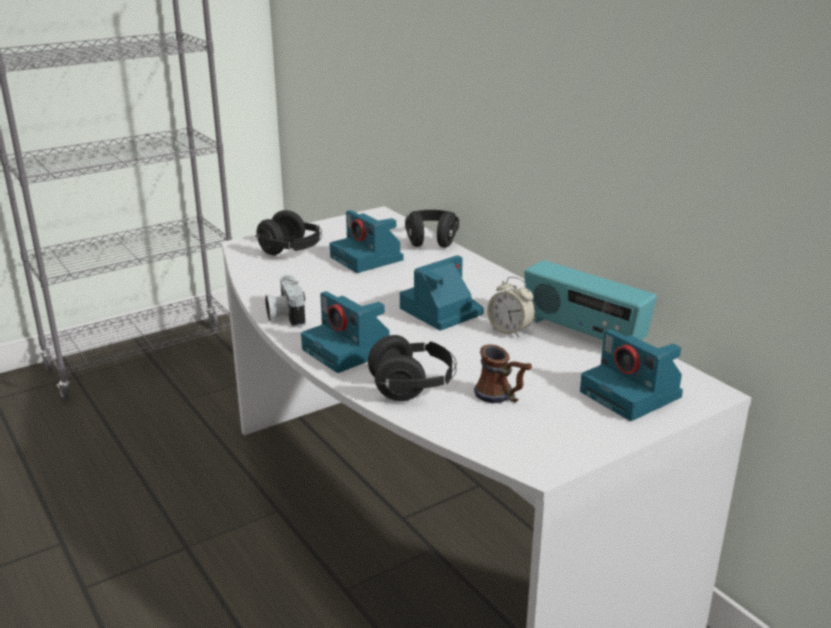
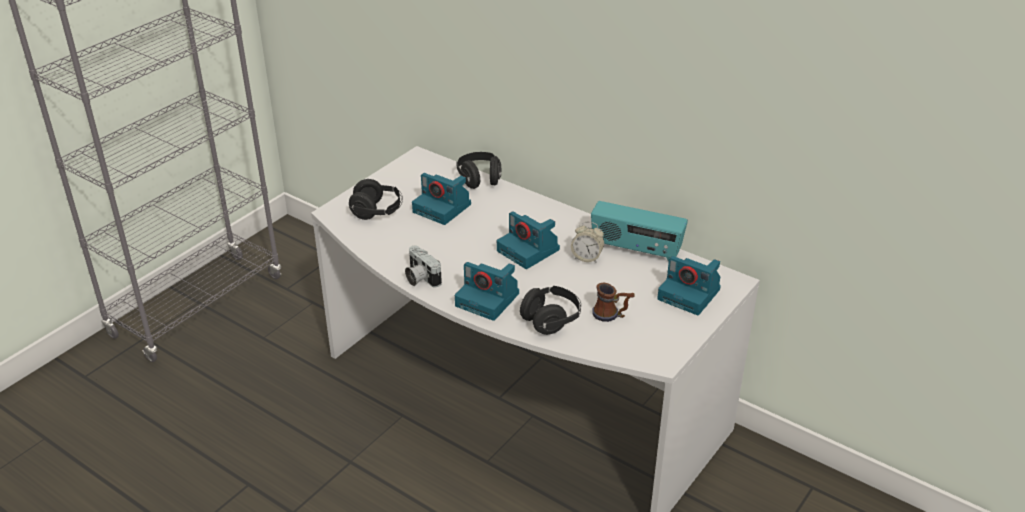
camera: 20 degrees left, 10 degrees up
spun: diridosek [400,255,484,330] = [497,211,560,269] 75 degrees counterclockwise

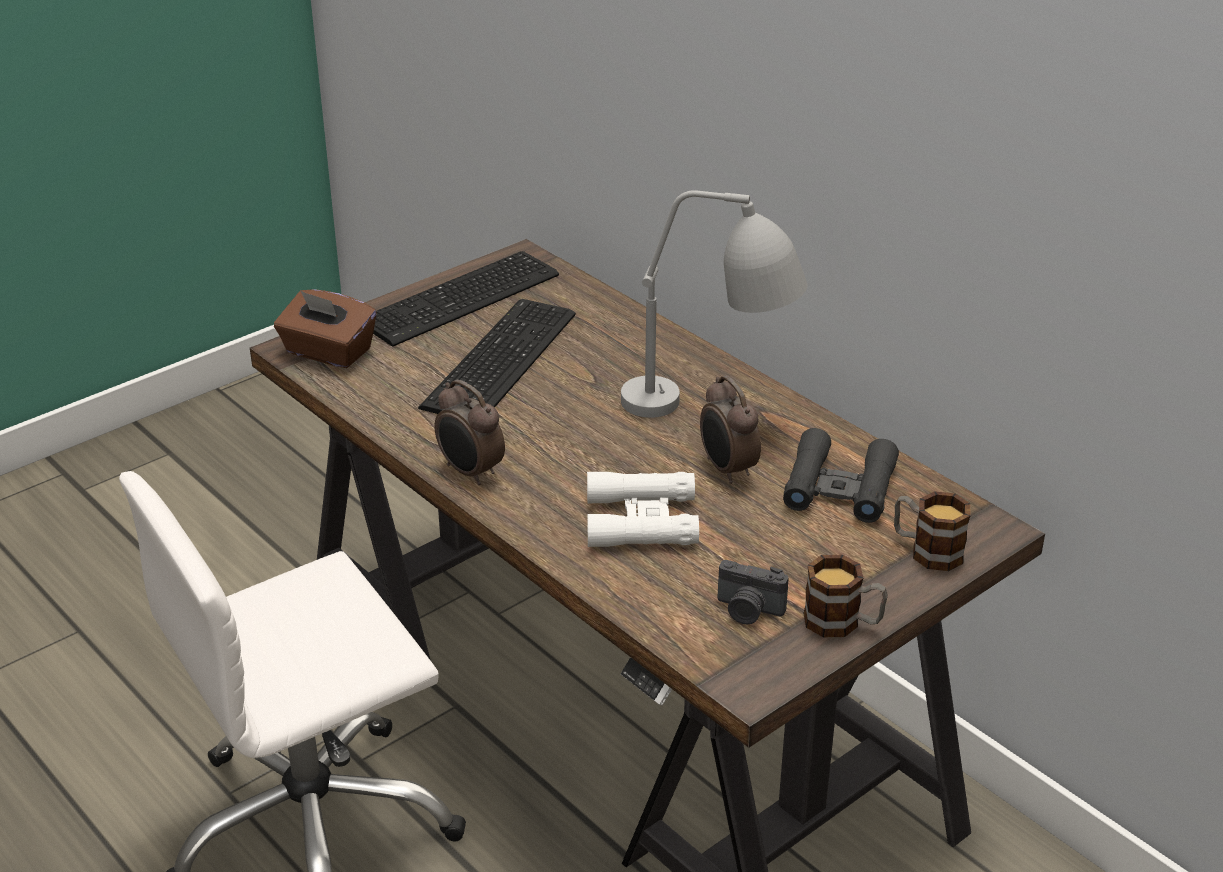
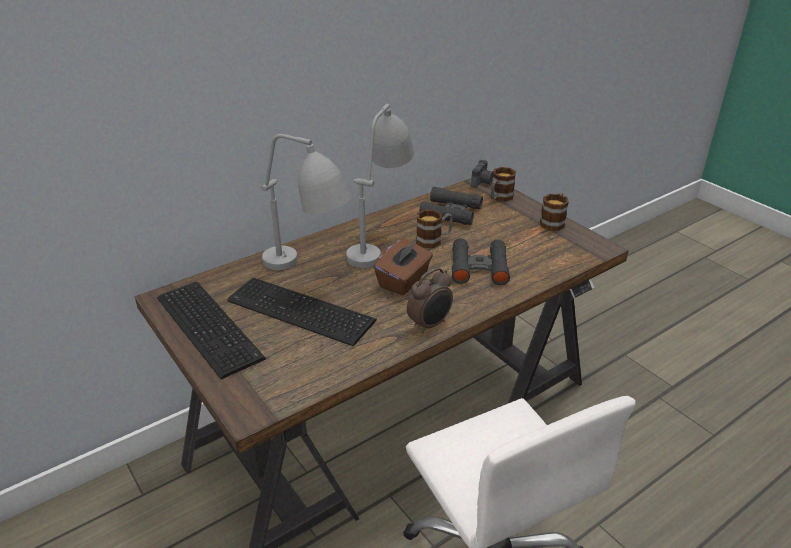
camera: 85 degrees left, 0 degrees up
appeared: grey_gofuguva [261,134,351,270]
relocated: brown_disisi [274,289,377,368] to [374,238,433,295]; diridosek [718,560,789,625] to [471,160,493,188]
exchanged: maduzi [700,376,761,484] to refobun [416,210,453,248]
colour: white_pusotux [587,472,699,547] to black_pusotux [452,238,510,285]

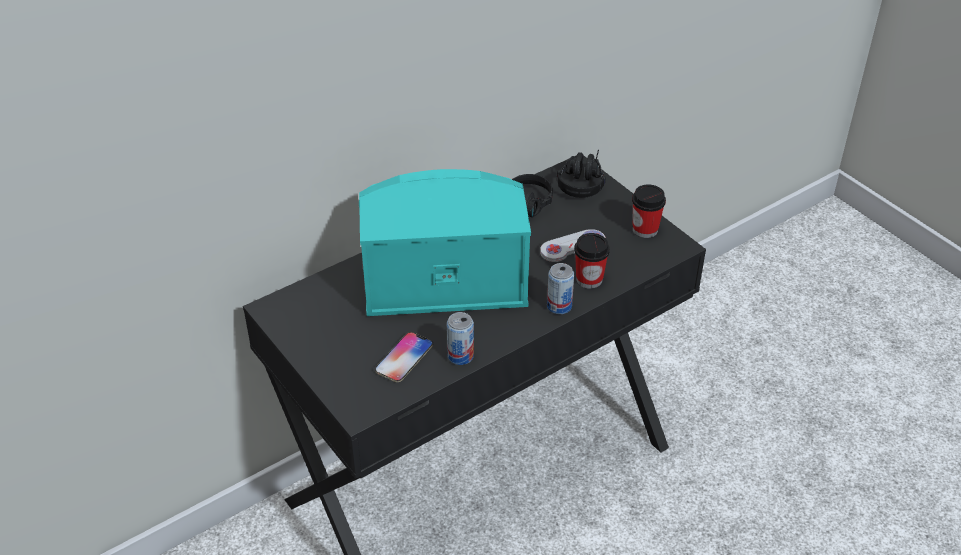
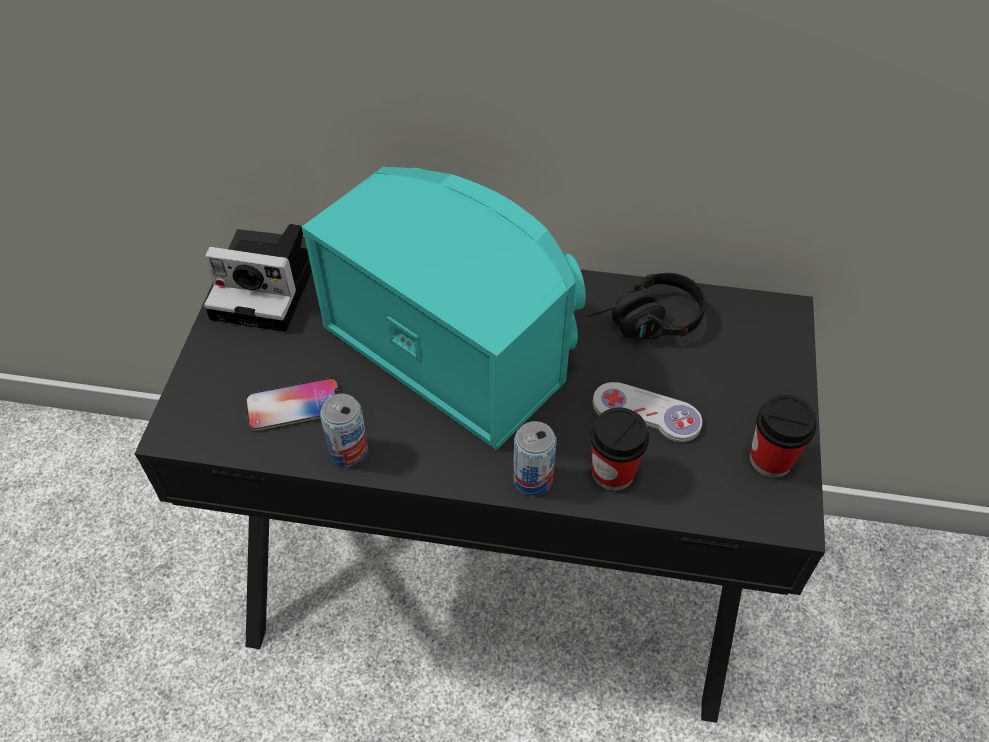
camera: 45 degrees right, 10 degrees up
missing: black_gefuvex [557,150,606,198]
appeared: diridosek [204,224,312,332]

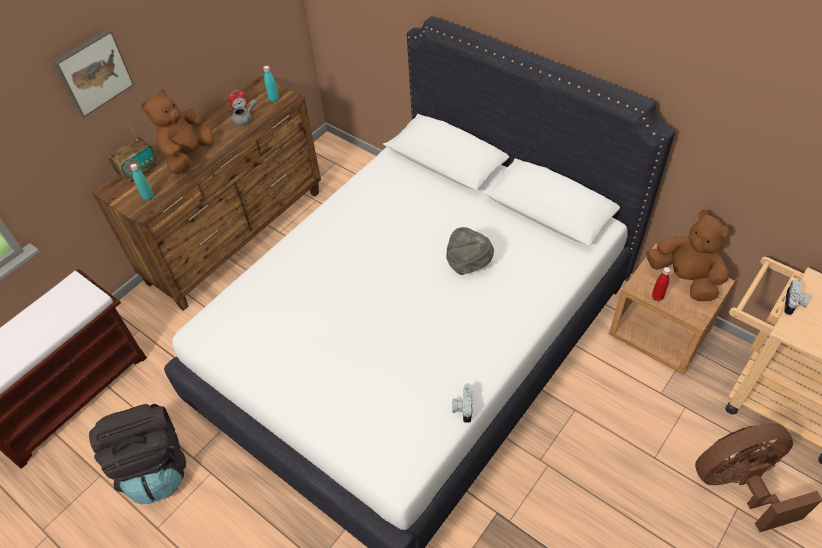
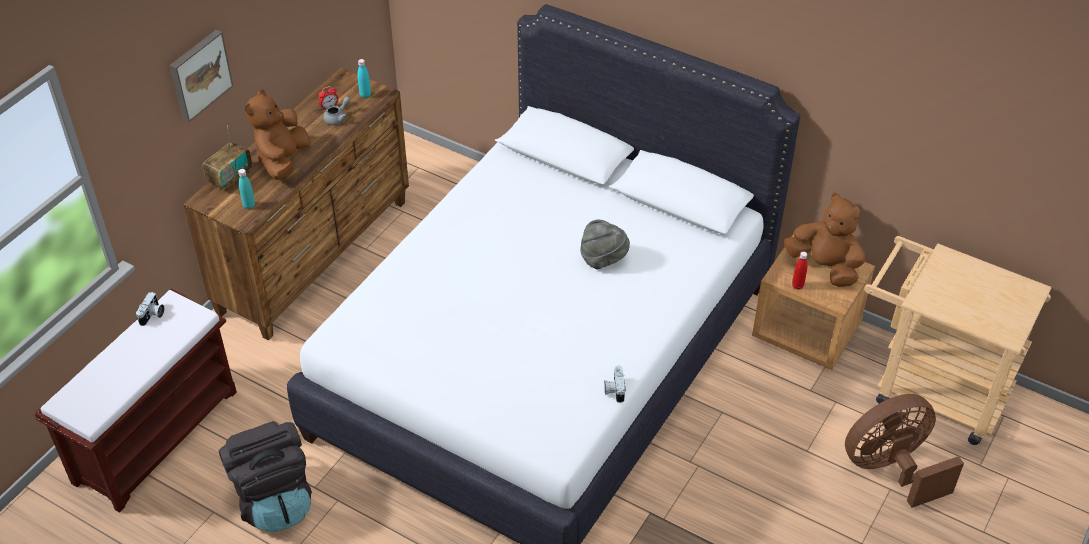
camera: 10 degrees left, 5 degrees down
relocated: diridosek [784,280,810,315] to [136,292,164,326]

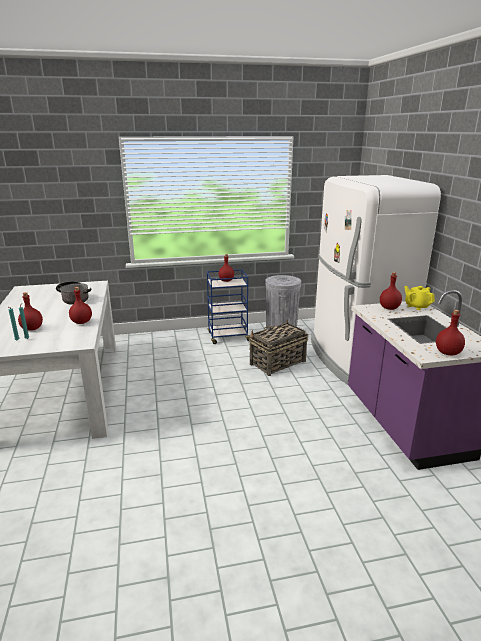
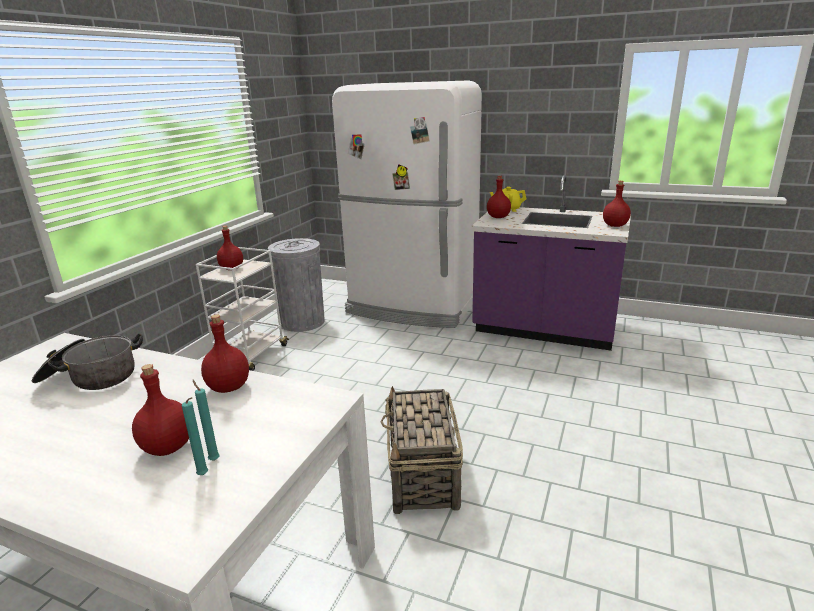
camera: 55 degrees left, 0 degrees up
relocated: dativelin [249,319,308,376] to [380,386,463,514]
colour: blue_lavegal [207,269,250,344] to white_lavegal [196,247,289,371]

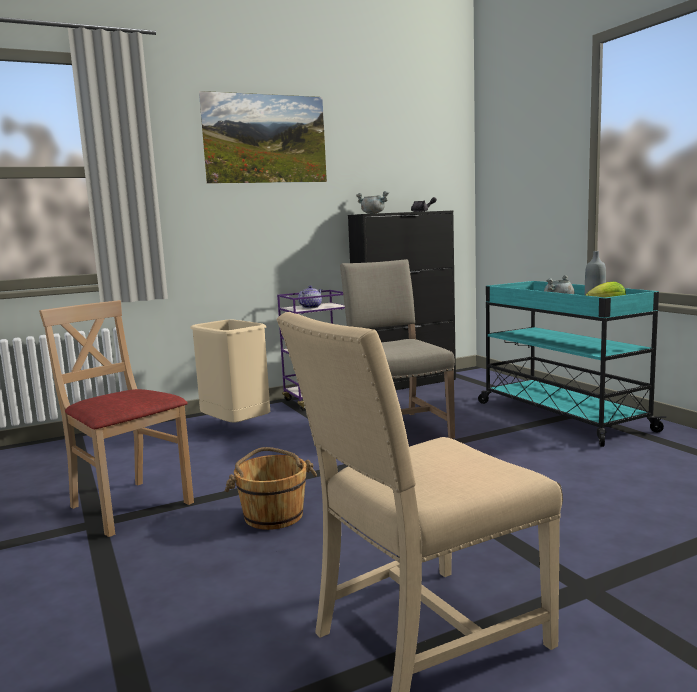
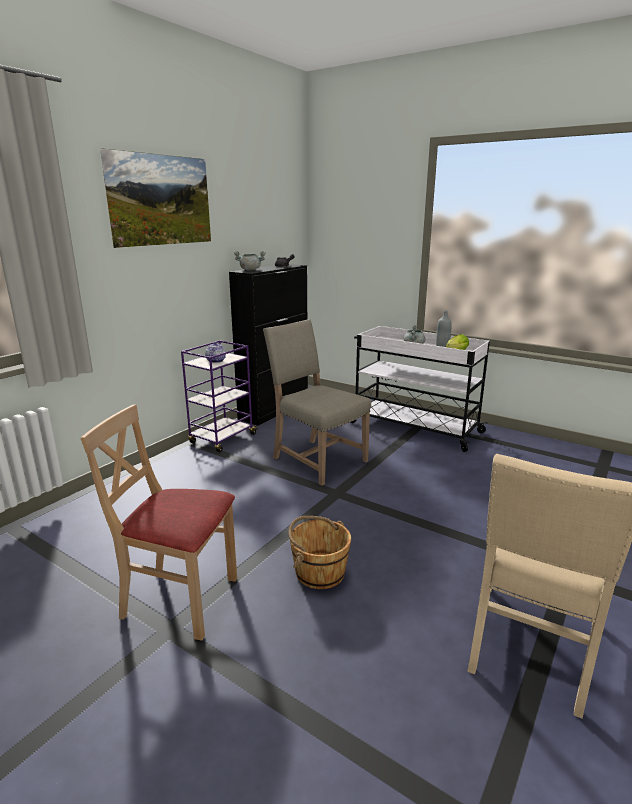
camera: 30 degrees left, 10 degrees up
missing: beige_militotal [190,320,270,423]
colour: turquoise_lavegal [478,281,667,447] to white_lavegal [350,326,490,452]

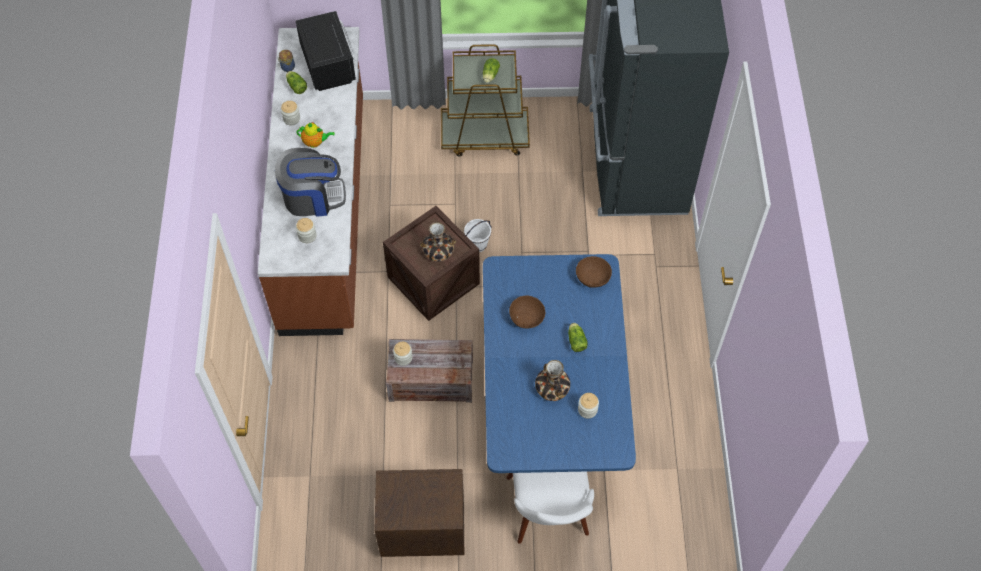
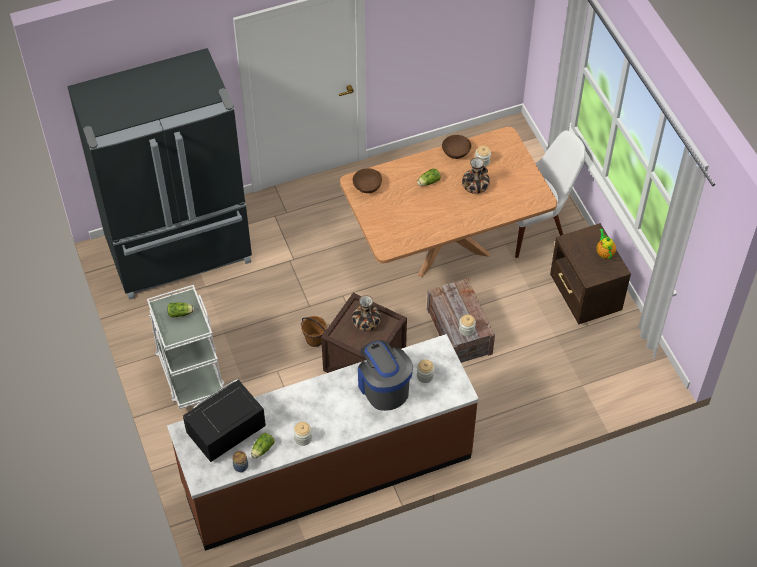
camera: 110 degrees left, 5 degrees down
relocated: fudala [296,122,335,148] to [596,229,616,259]; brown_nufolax [509,296,545,328] to [442,135,471,159]
colour: brown_lavegal [441,44,530,156] to white_lavegal [147,285,224,409]; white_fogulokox [464,219,492,252] to brown_fogulokox [301,316,327,347]; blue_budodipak [483,254,636,473] to brown_budodipak [340,127,557,277]

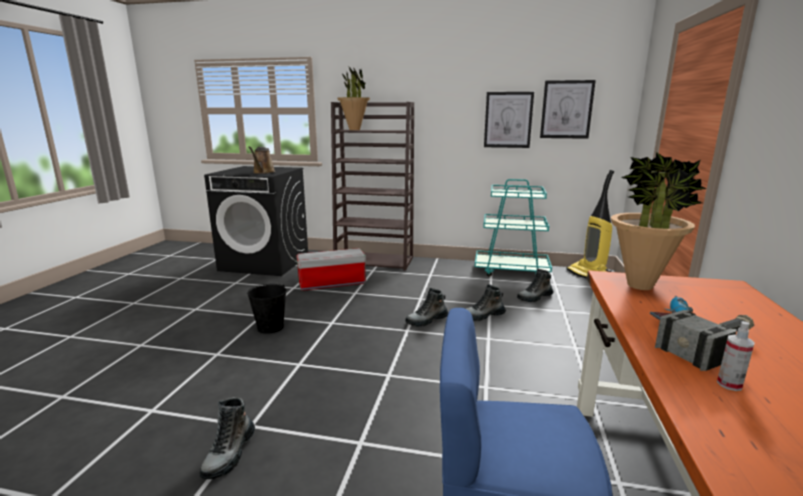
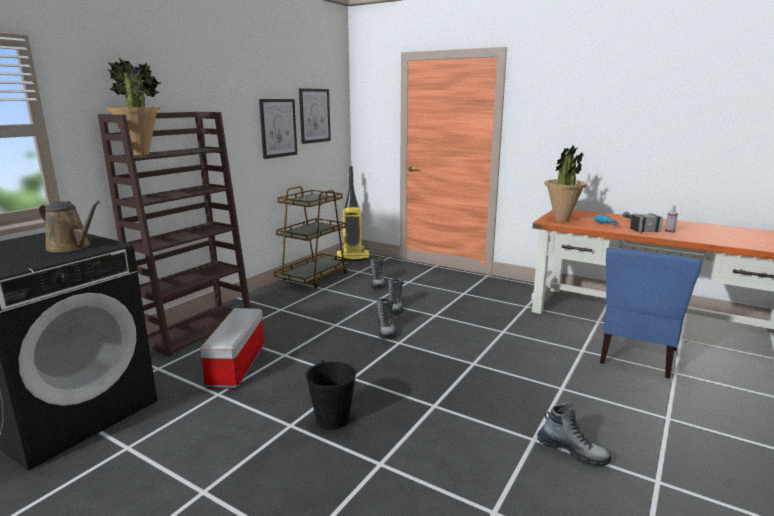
camera: 70 degrees left, 0 degrees up
colour: turquoise_lavegal [475,179,552,277] to brown_lavegal [274,186,351,288]

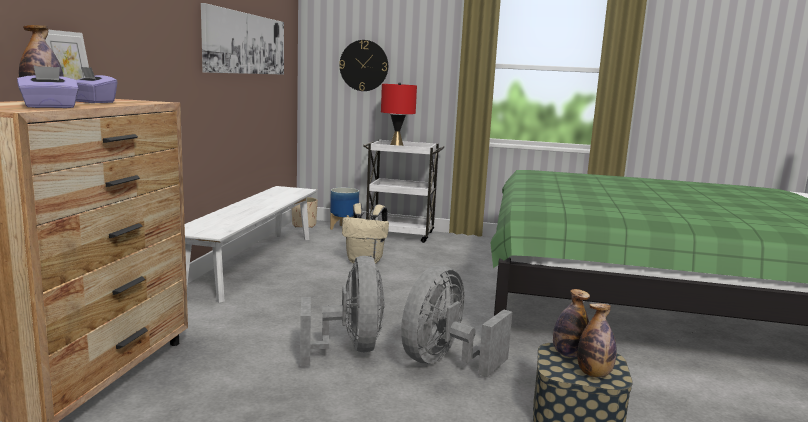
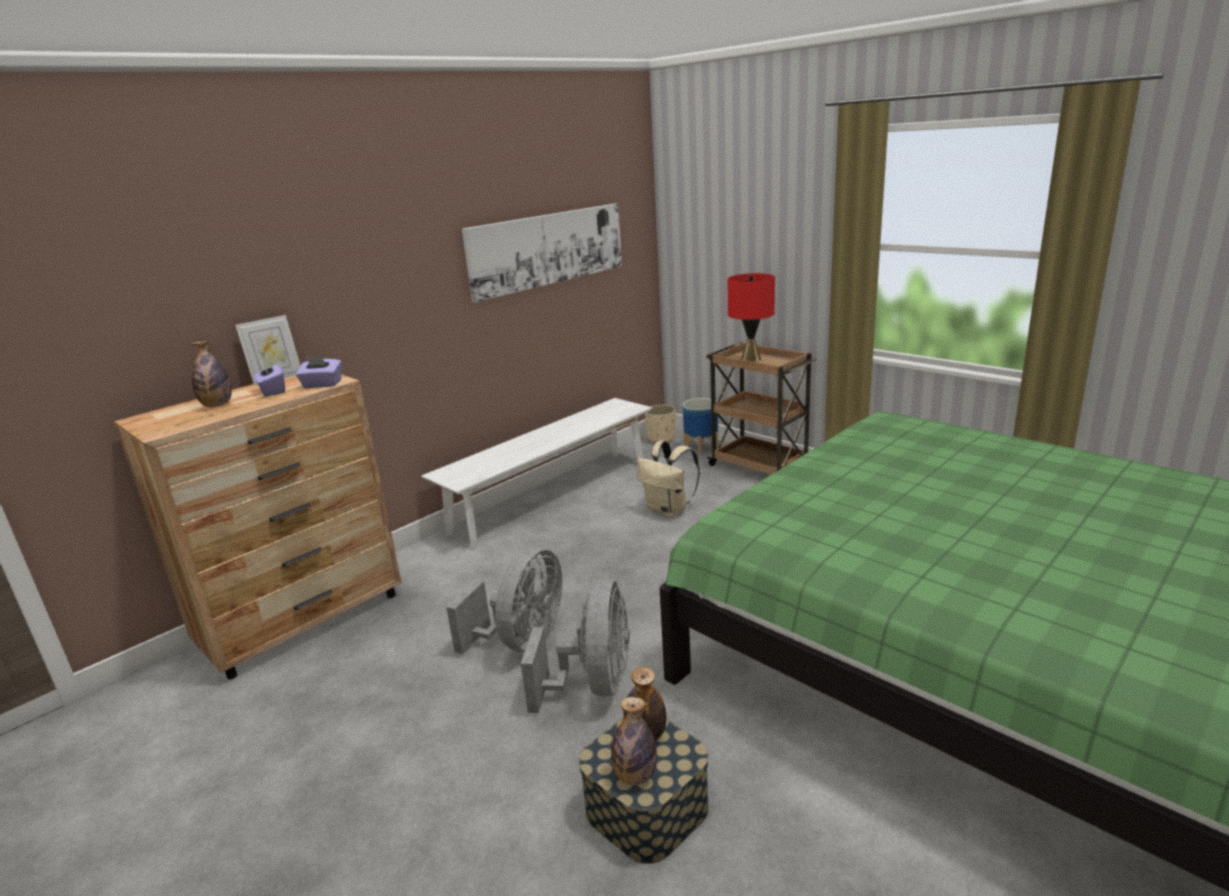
camera: 35 degrees right, 10 degrees up
missing: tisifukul [339,40,388,91]
relocated: purple_disisi [17,66,79,108] to [296,356,342,388]
colour: white_lavegal [363,140,445,243] to brown_lavegal [706,342,817,475]
spun: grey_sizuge [401,266,512,377] = [521,579,630,713] 120 degrees clockwise

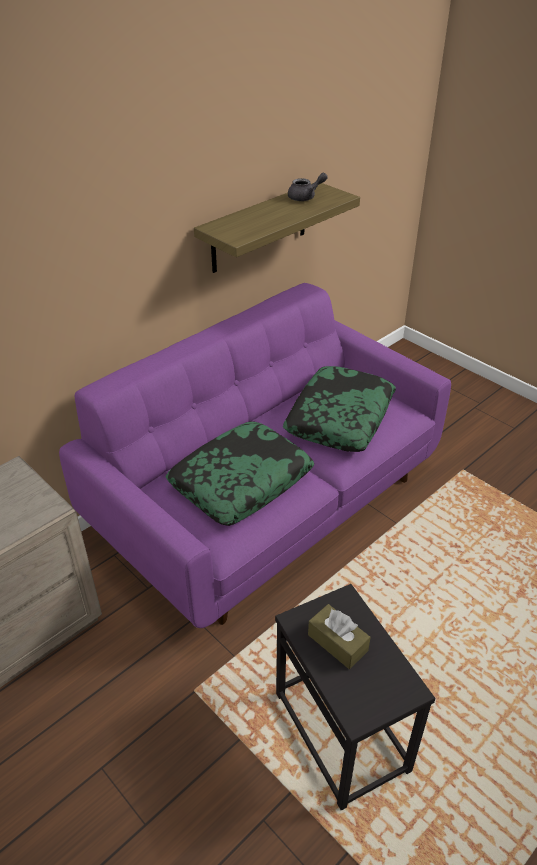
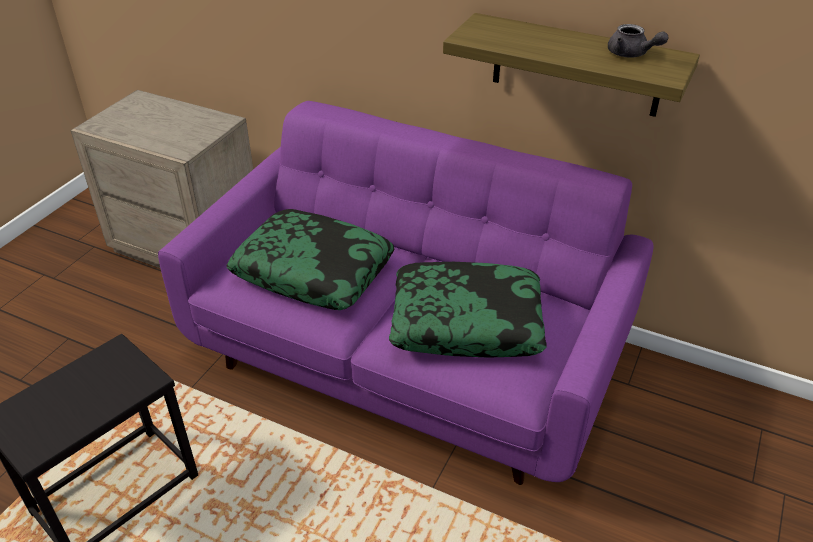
camera: 70 degrees right, 0 degrees up
missing: brown_disisi [308,604,371,669]

